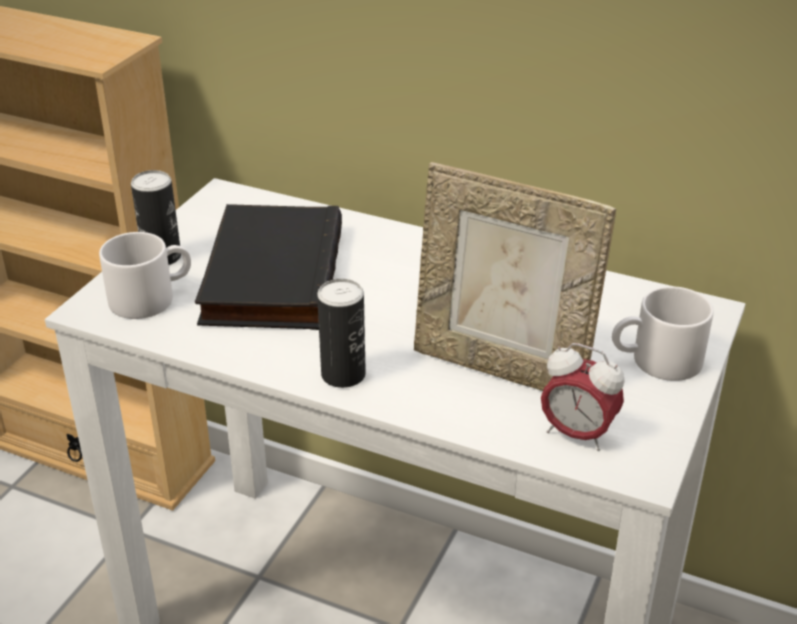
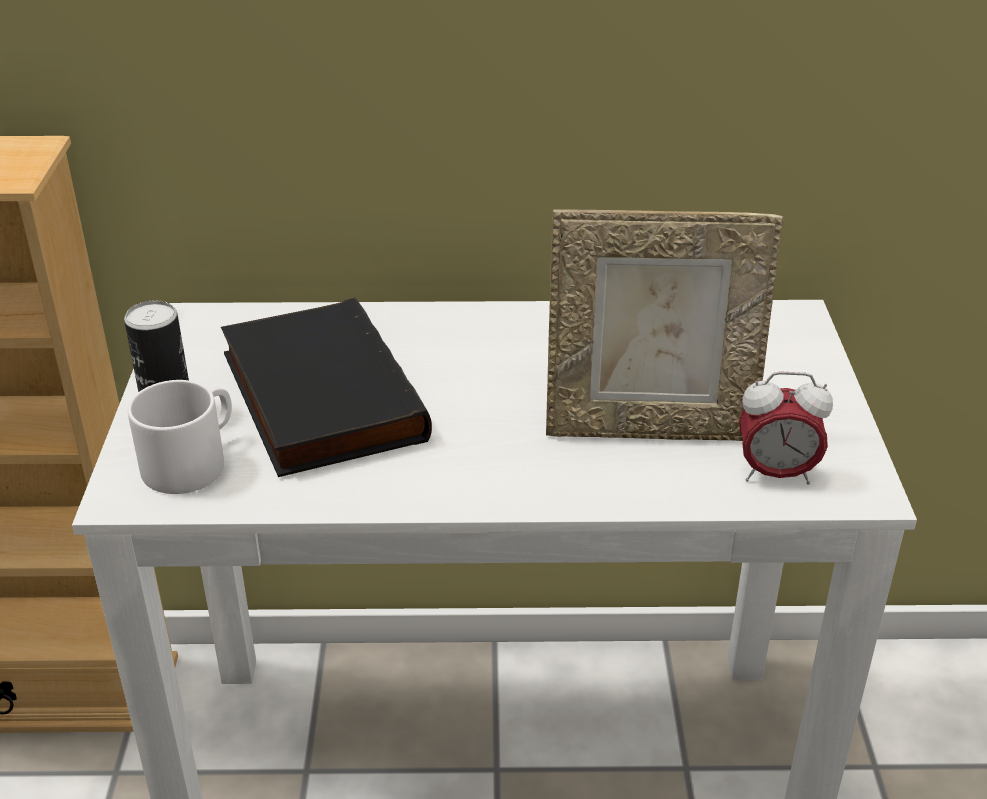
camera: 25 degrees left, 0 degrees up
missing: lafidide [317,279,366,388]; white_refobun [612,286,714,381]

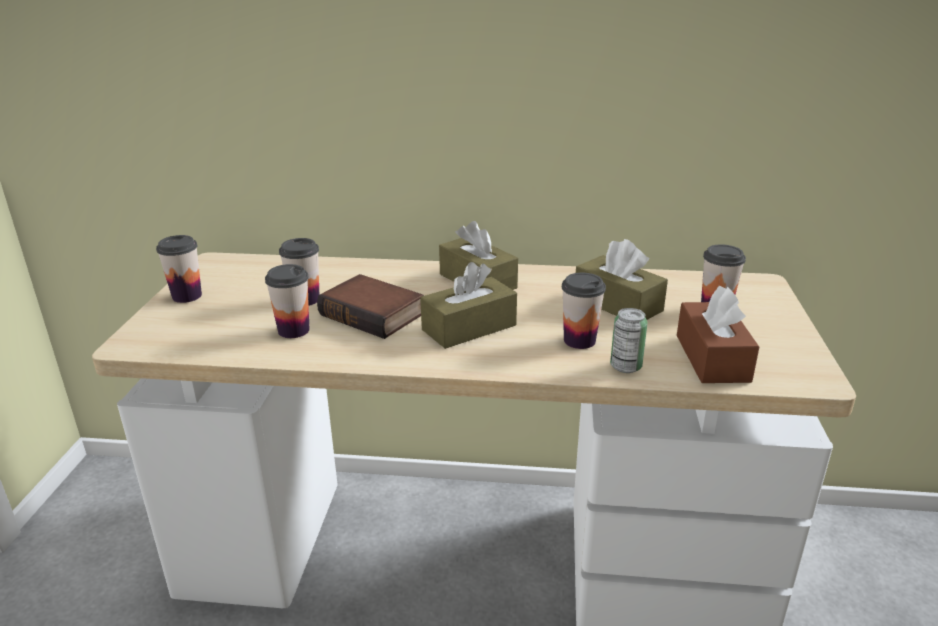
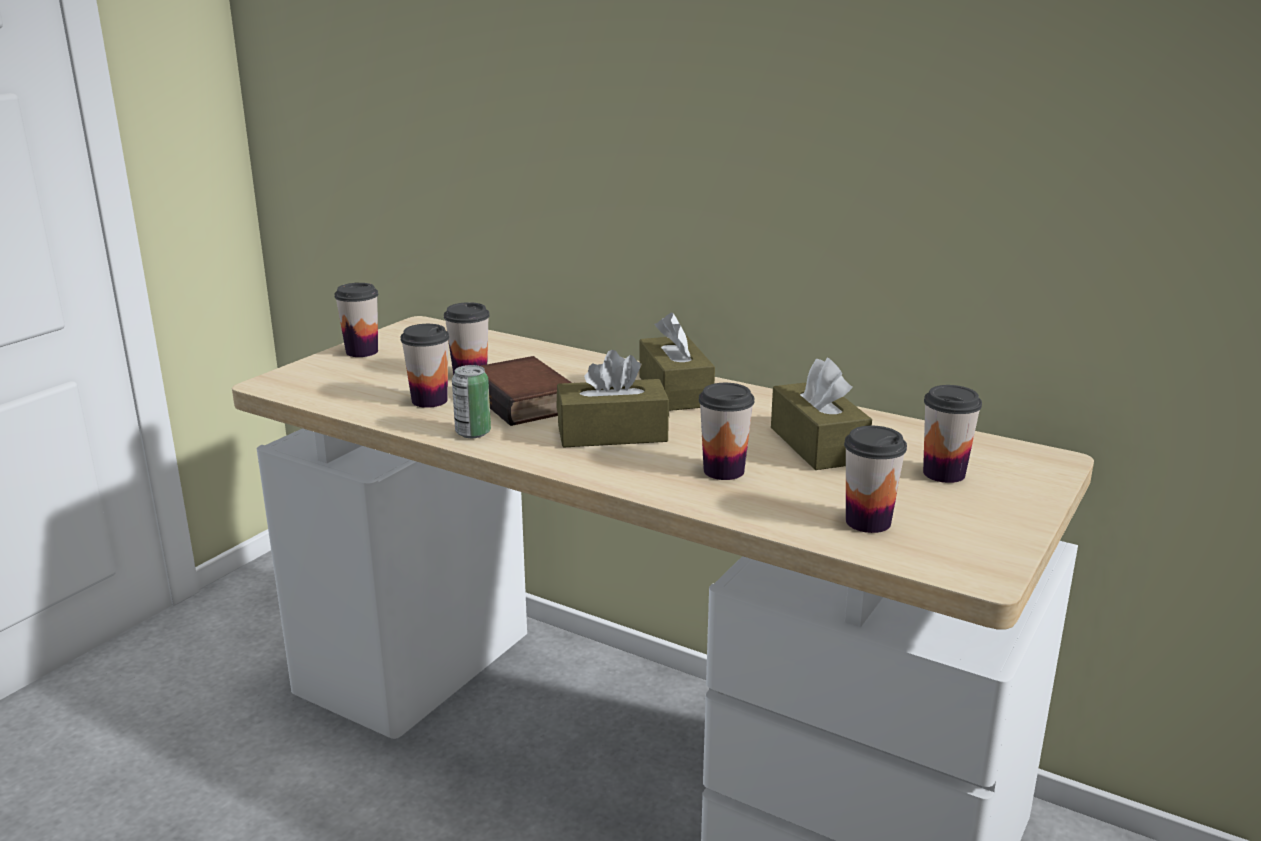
camera: 25 degrees right, 5 degrees down
relocated: lafidide [610,308,648,373] to [452,365,491,438]
exchanged: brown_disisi [677,286,759,383] to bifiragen [844,426,907,533]

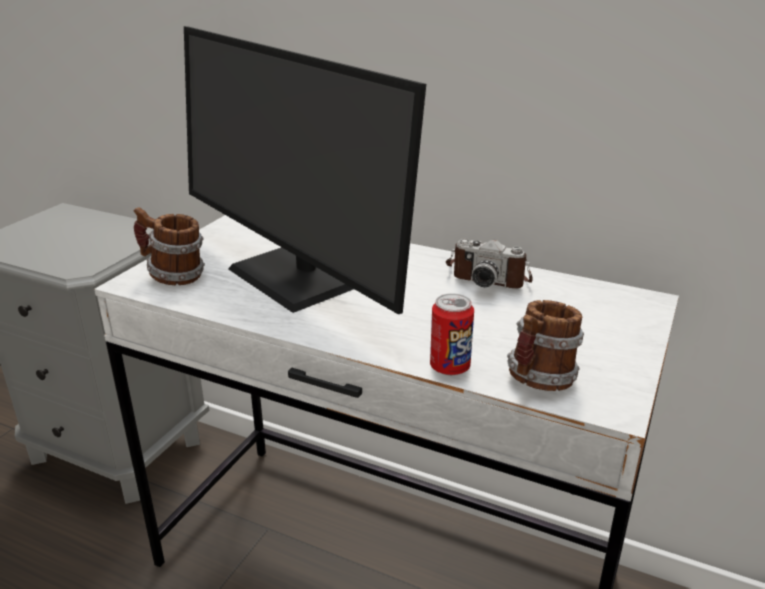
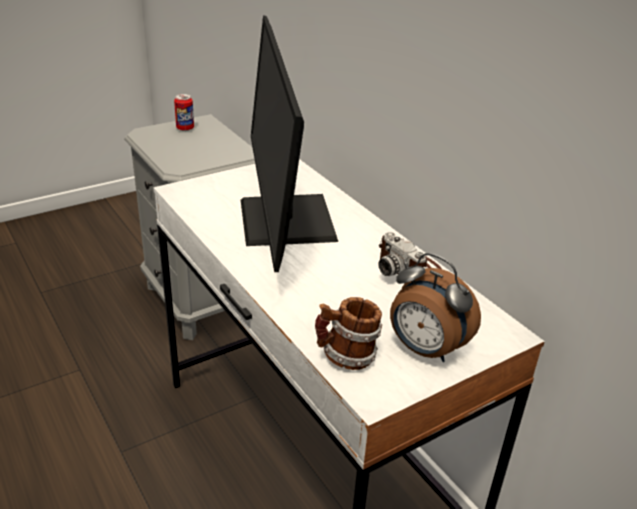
camera: 30 degrees right, 5 degrees up
missing: refobun [134,207,205,285]
appeared: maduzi [390,253,481,362]
relocated: lafidide [430,294,474,375] to [174,94,194,131]

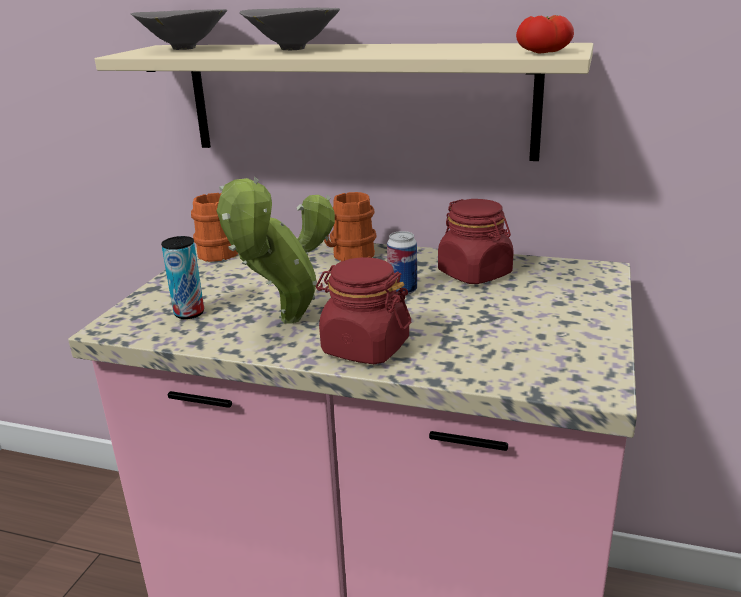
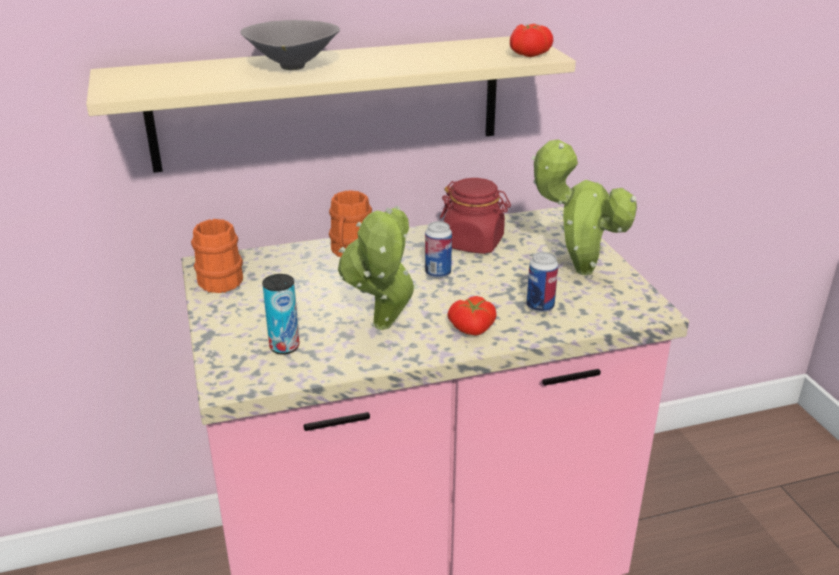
camera: 35 degrees left, 5 degrees up
missing: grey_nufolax [131,9,227,50]
appeared: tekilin [531,140,637,275]; lafidide [527,252,558,313]
exchanged: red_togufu [316,257,411,364] to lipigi [447,296,497,336]

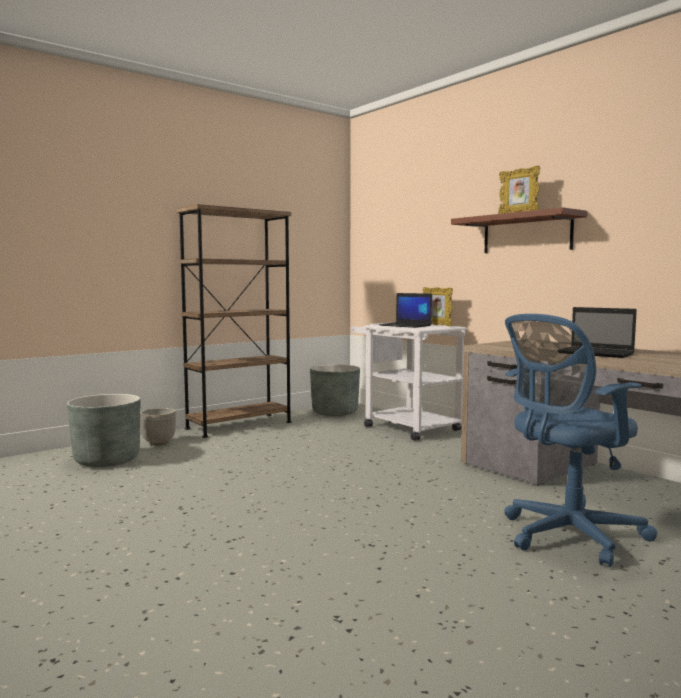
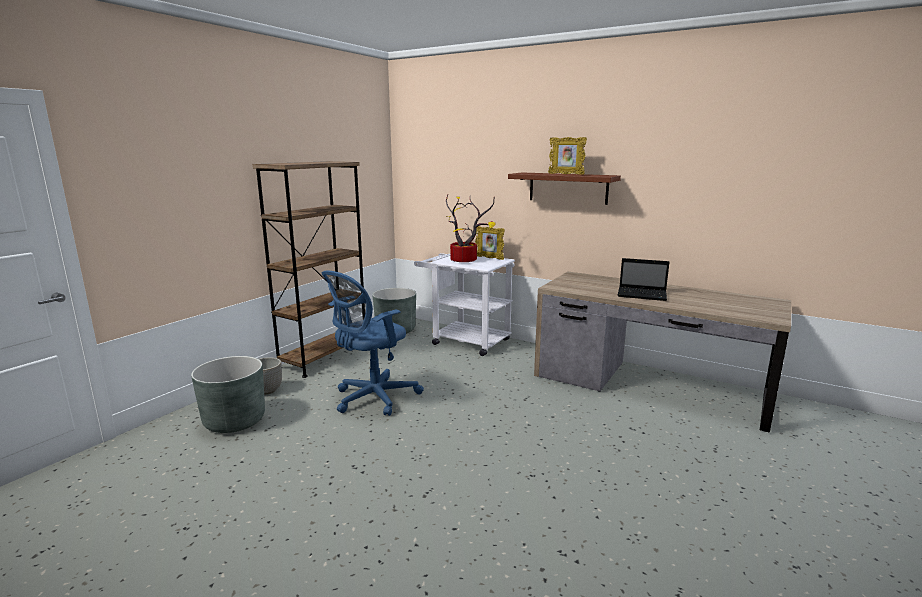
camera: 20 degrees left, 10 degrees up
relocated: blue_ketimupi [504,314,658,567] to [322,271,424,416]
exchanged: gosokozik [379,293,432,328] to tekilin [446,194,496,262]

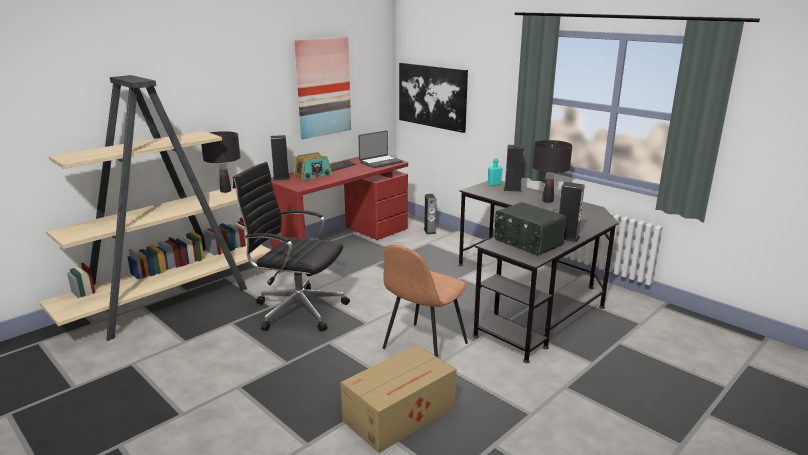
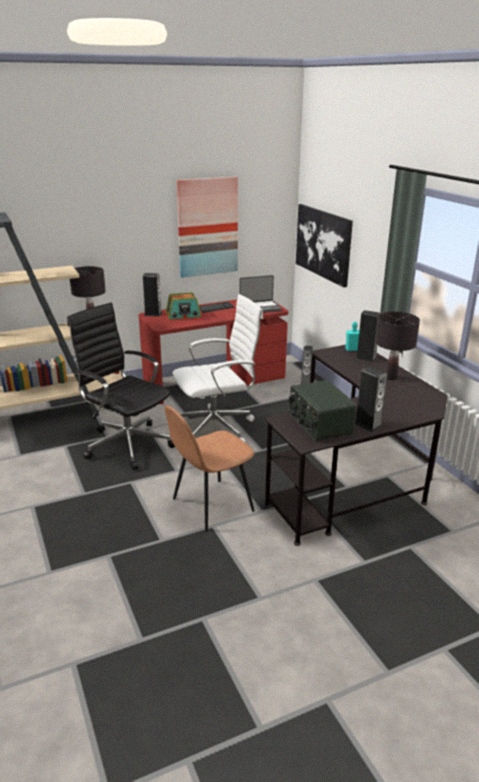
camera: 20 degrees right, 5 degrees up
missing: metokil [341,345,457,453]
appeared: white_ketimupi [173,294,263,443]

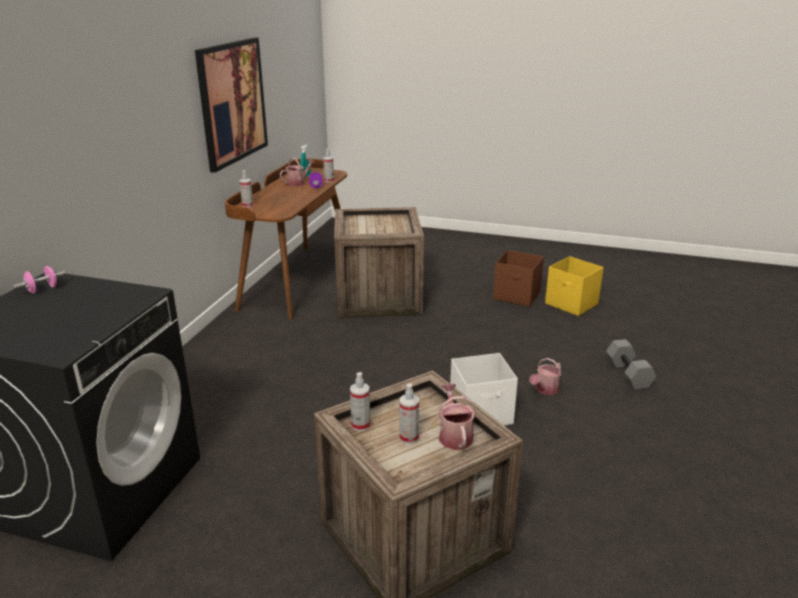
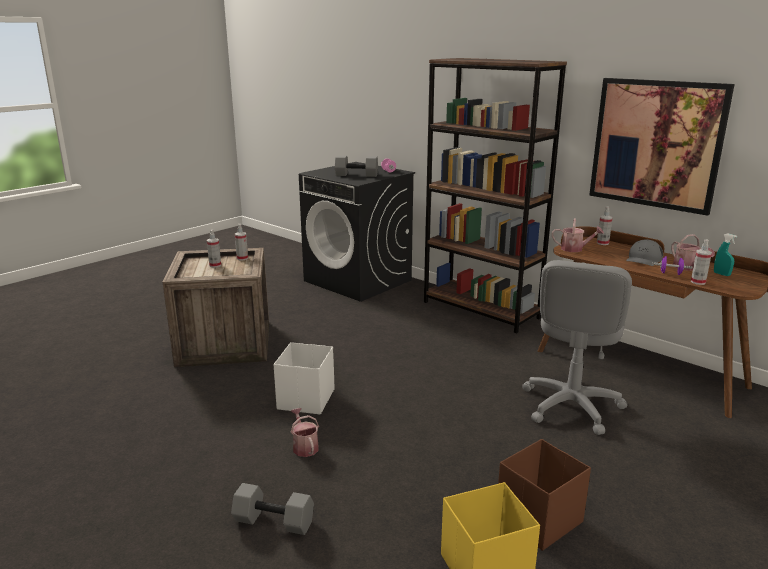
camera: 115 degrees right, 5 degrees down
appeared: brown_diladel [424,58,567,334]; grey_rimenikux [335,156,378,177]; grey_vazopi [626,239,663,266]
relocated: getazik [438,384,477,450] to [552,218,604,252]
exchanged: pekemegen [334,207,424,318] to grey_ketimupi [522,260,632,435]

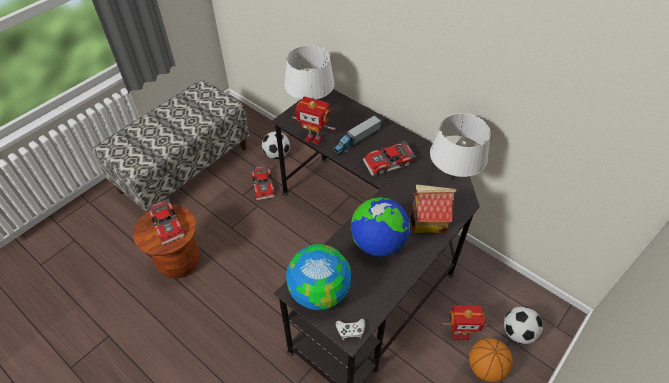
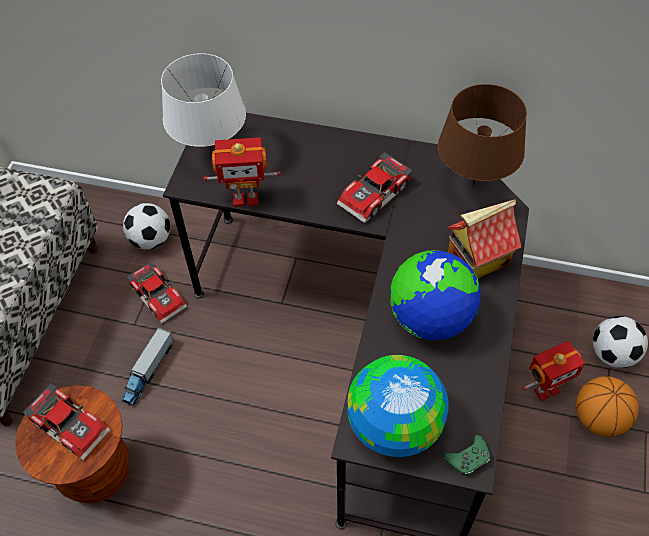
camera: 25 degrees left, 5 degrees up
relocated: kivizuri [333,115,382,155] to [122,327,174,406]
colour: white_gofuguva [430,113,491,180] to brown_gofuguva [438,84,527,186]; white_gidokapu [336,318,365,340] to green_gidokapu [444,435,490,477]

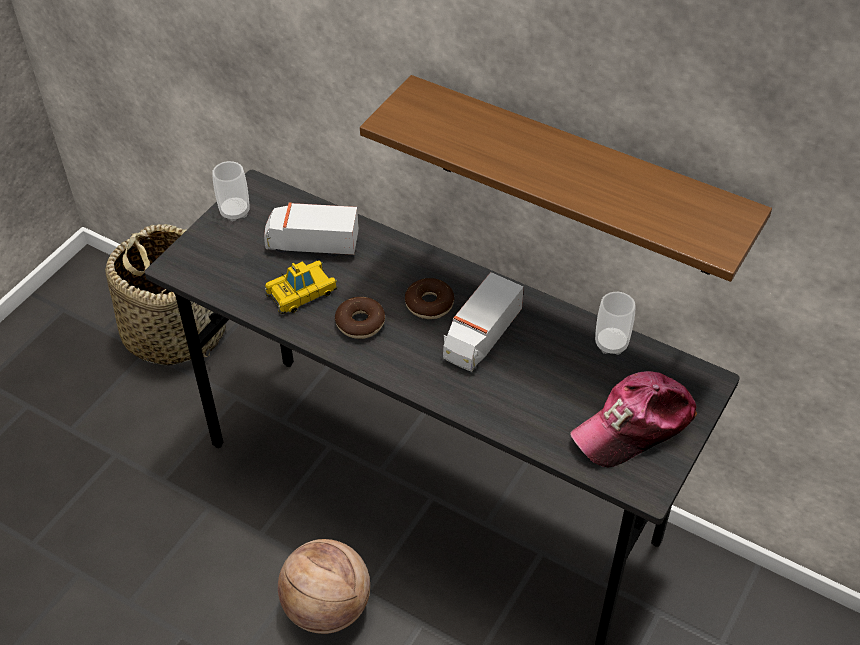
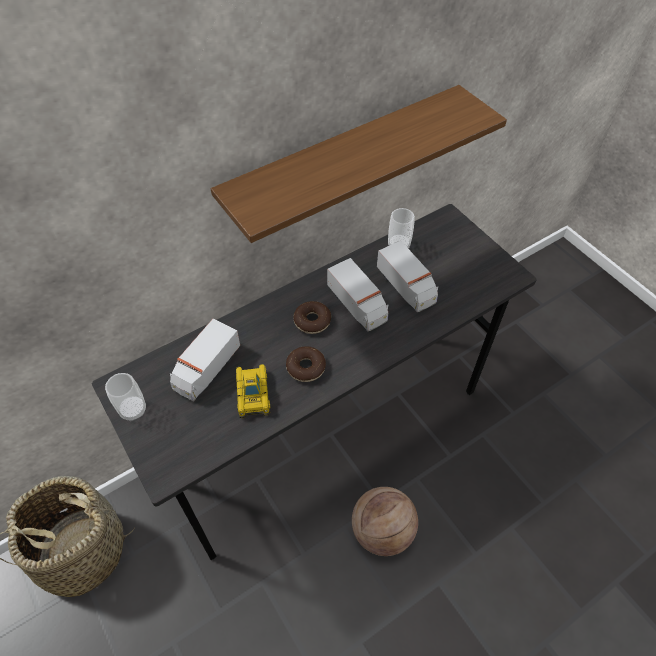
camera: 65 degrees left, 5 degrees up
missing: vazopi [571,371,697,467]
appeared: kivizuri [377,241,438,312]

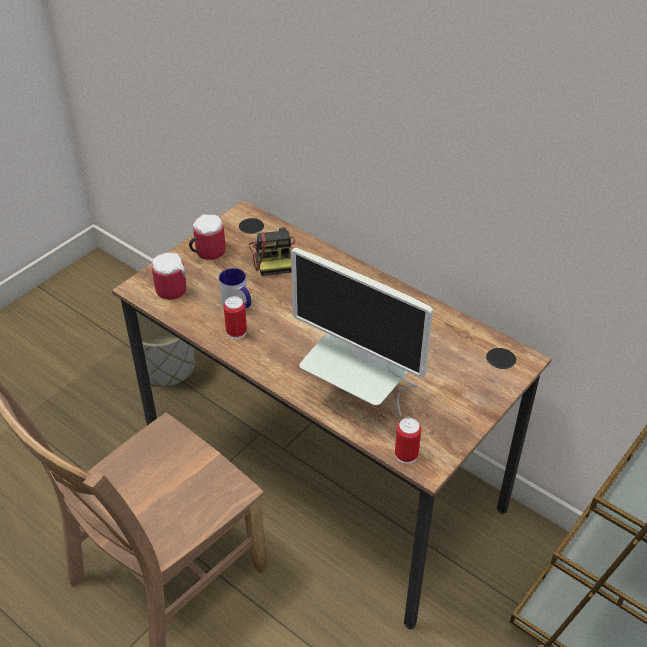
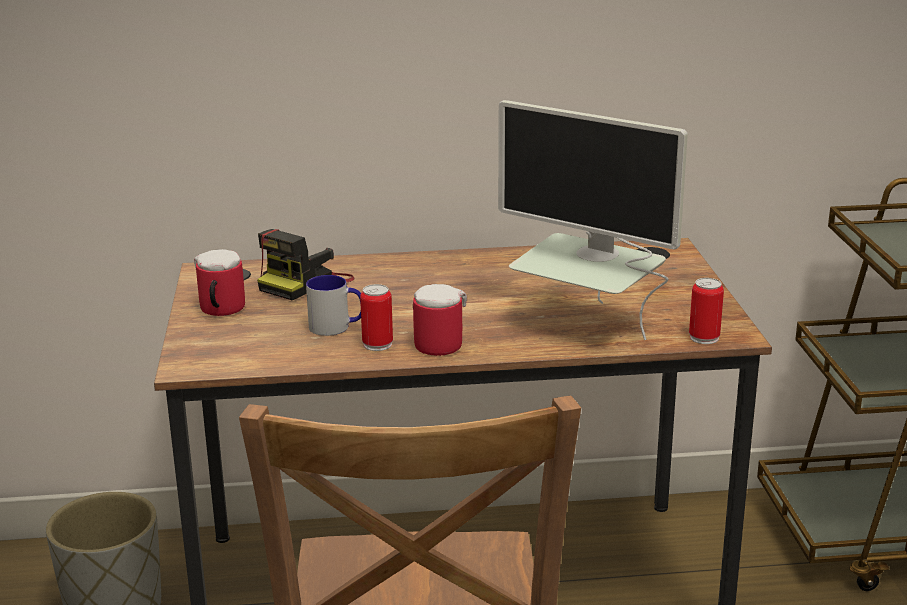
camera: 45 degrees left, 20 degrees down
relocated: refobun [152,252,186,300] to [413,284,467,356]
spun: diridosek [249,227,295,276] = [257,229,355,300] 90 degrees clockwise; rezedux [291,248,433,416] = [498,100,688,340] 45 degrees clockwise

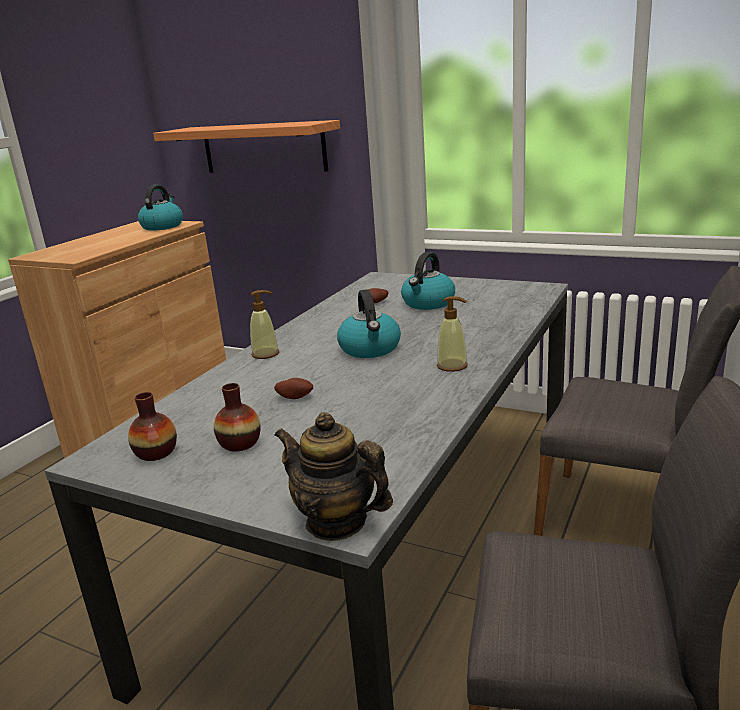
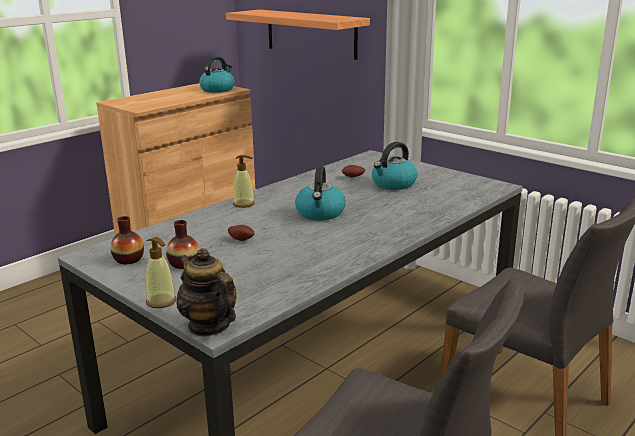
camera: 15 degrees right, 0 degrees up
relocated: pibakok [437,296,468,372] to [146,237,176,308]

